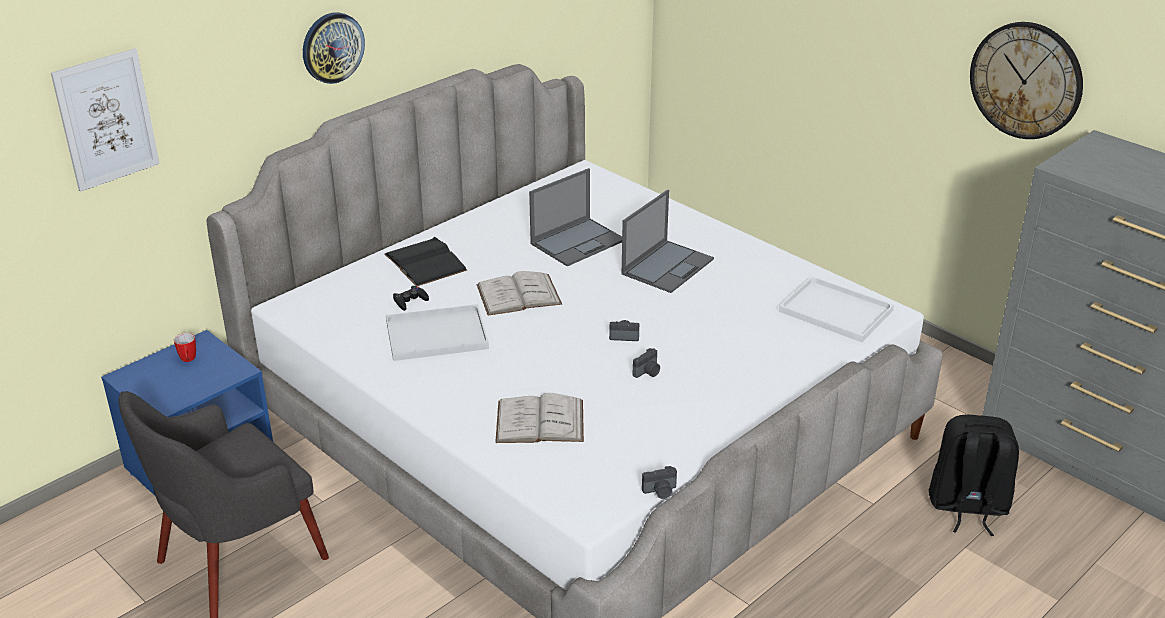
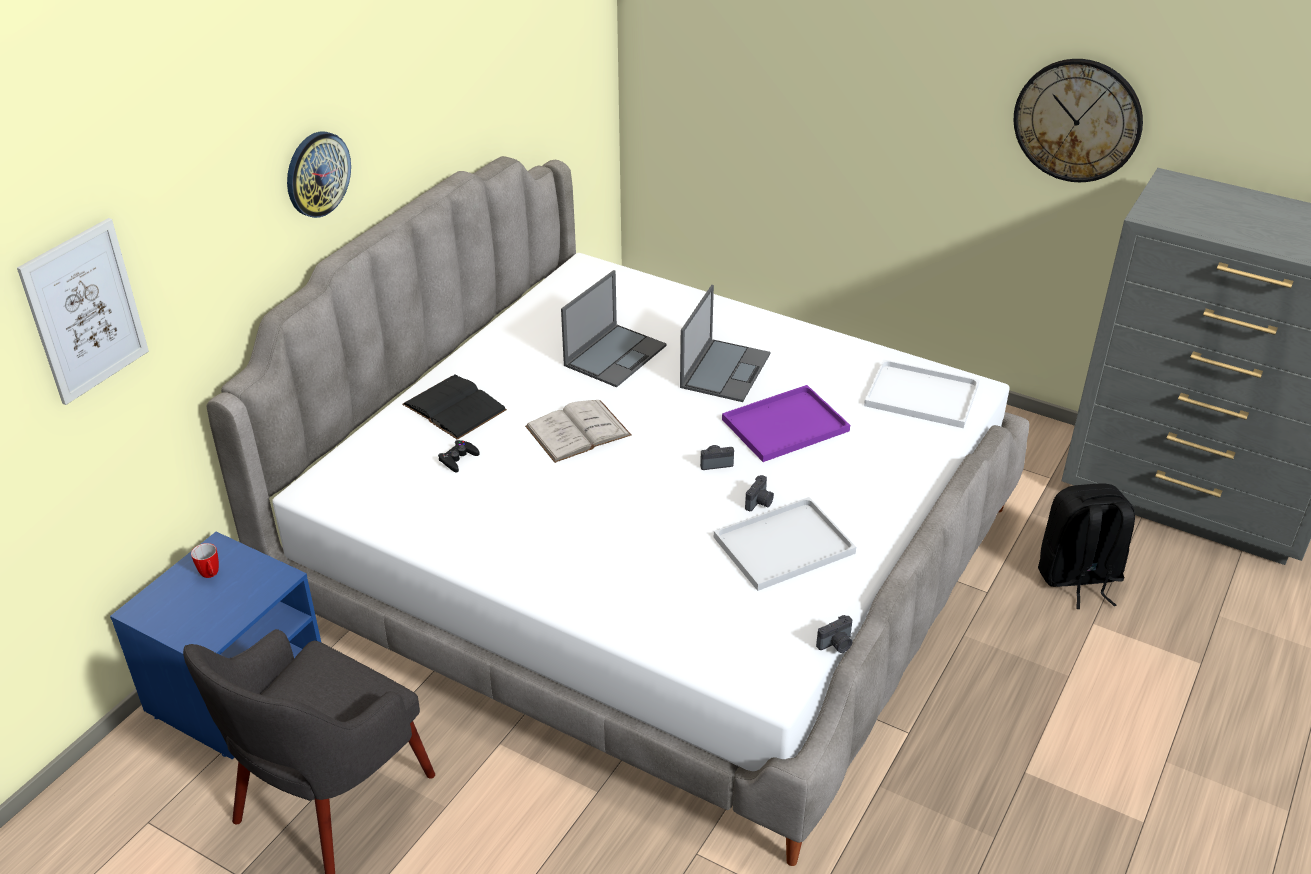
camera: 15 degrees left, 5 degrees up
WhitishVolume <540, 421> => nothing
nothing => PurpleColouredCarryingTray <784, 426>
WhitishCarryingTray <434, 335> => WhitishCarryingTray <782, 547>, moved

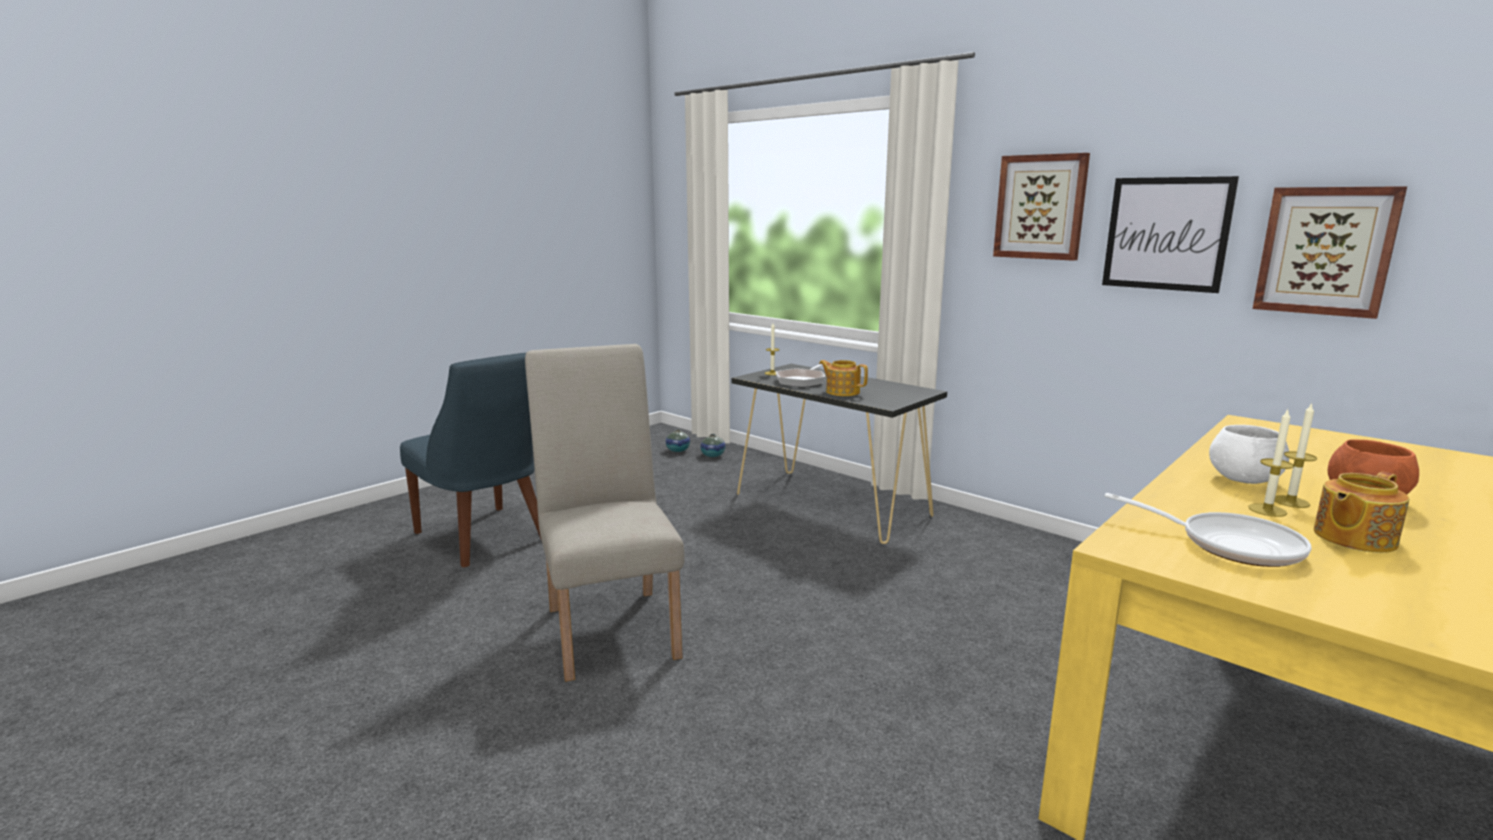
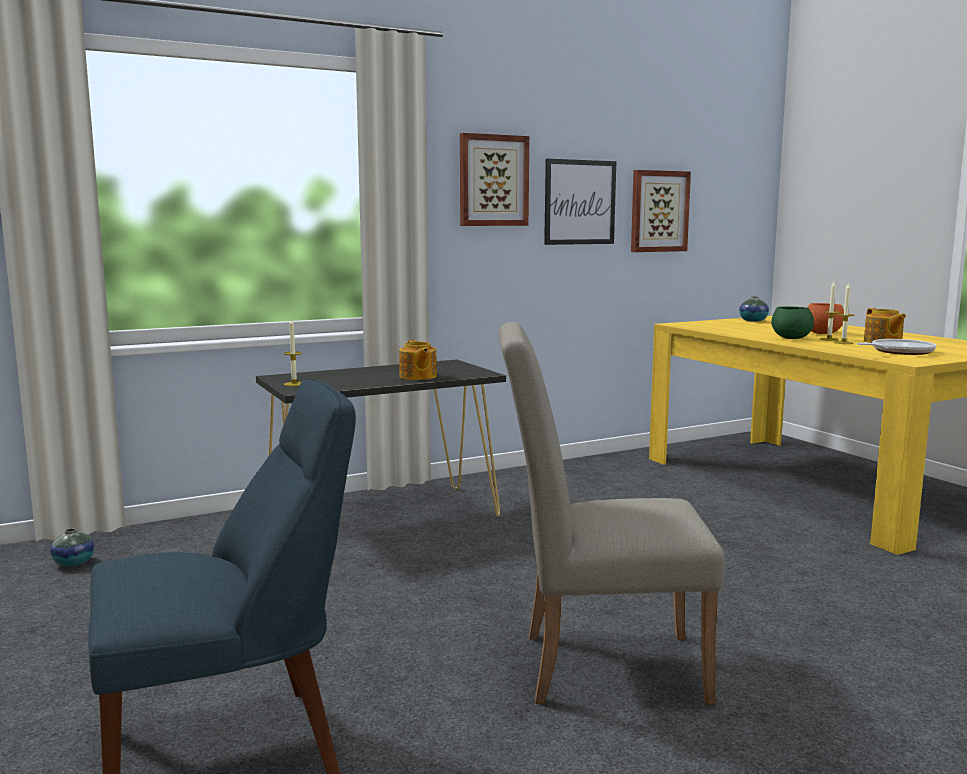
camera: 70 degrees left, 5 degrees down
Skillet <802, 381> => nothing
FlowerVase <713, 455> => FlowerVase <753, 321>, moved
WhitishBowl <1244, 480> => GreenishBowl <791, 338>
TeaPot <842, 392> => TeaPot <417, 377>, 75 degrees counterclockwise

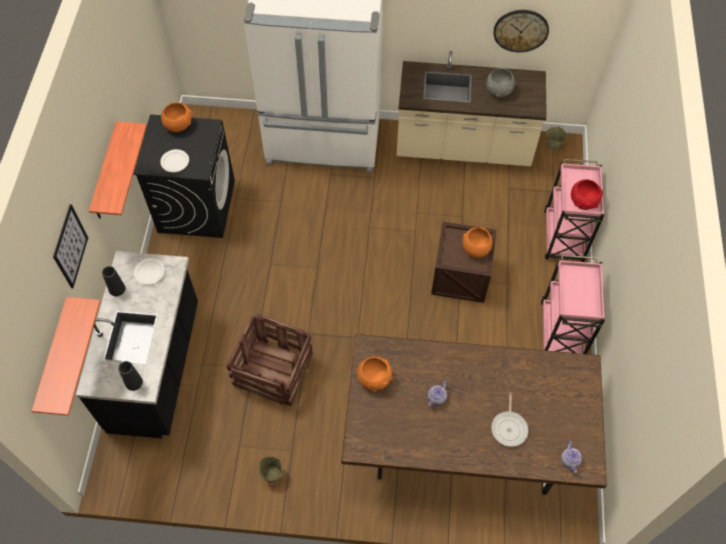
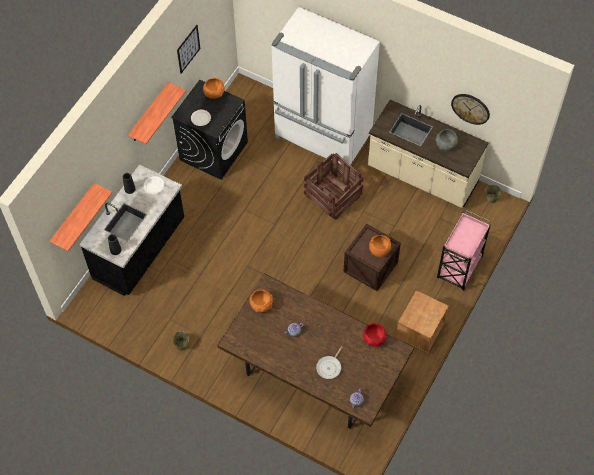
camera: 25 degrees right, 0 degrees up
WallArt <70, 246> => WallArt <188, 49>, moved
PackingCrate <272, 371> => PackingCrate <332, 195>, moved
ReddishBowl <584, 202> => ReddishBowl <374, 339>, moved
PinkishWheeledCart <561, 332> => BrownNightstand <420, 332>

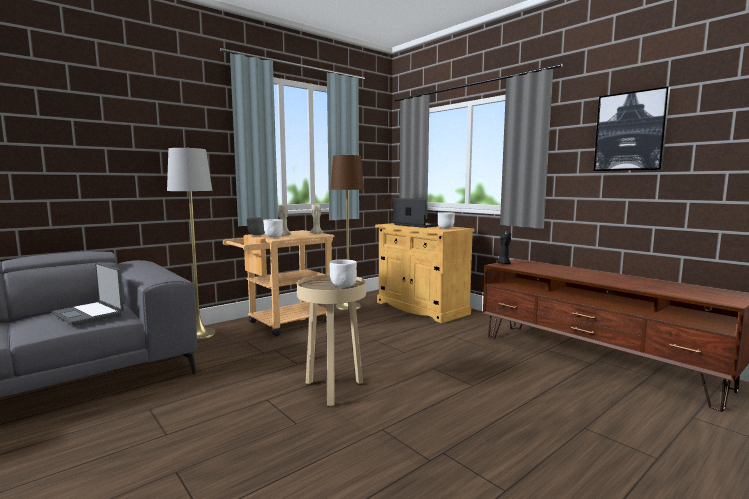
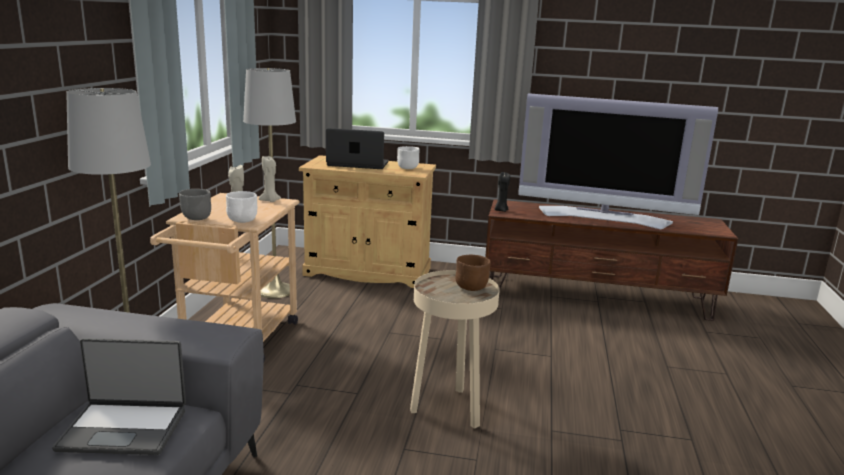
camera: 40 degrees left, 10 degrees up
WallArt <630, 131> => nothing
nothing => TvSet <604, 217>
WhitishBowl <343, 286> => BrownBowl <471, 288>
BrownStandardLamp <348, 306> => GrayStandardLamp <275, 290>

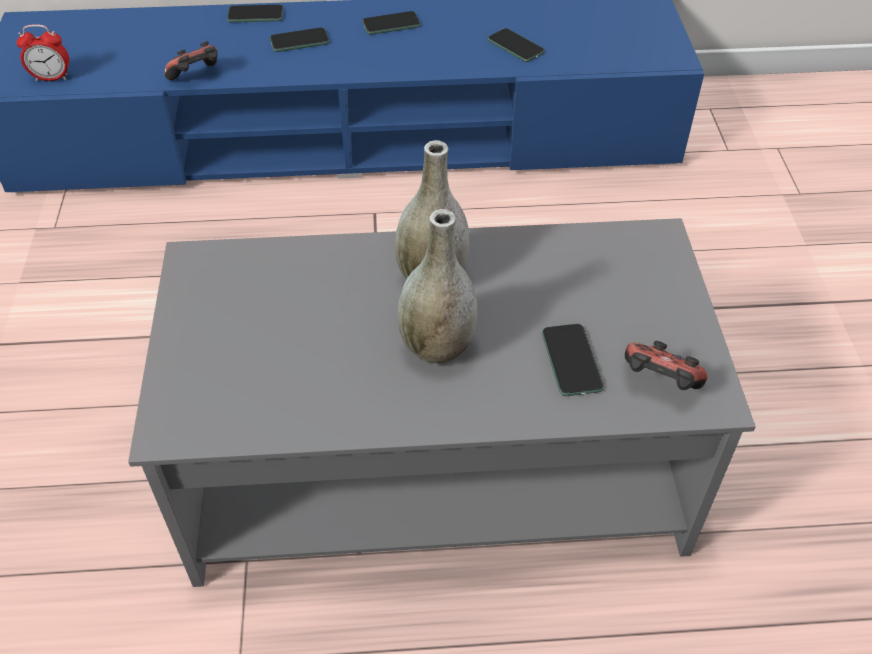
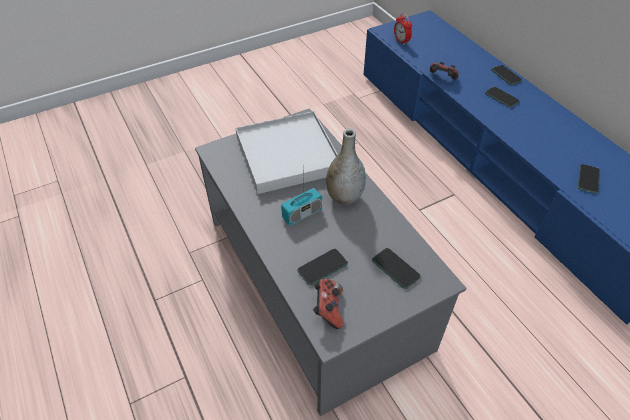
camera: 65 degrees right, 0 degrees up
nothing => WhitishCarryingTray <288, 155>
Phone <391, 24> => Phone <395, 269>, moved
GrayFlowerVase <437, 346> => Radio <302, 214>

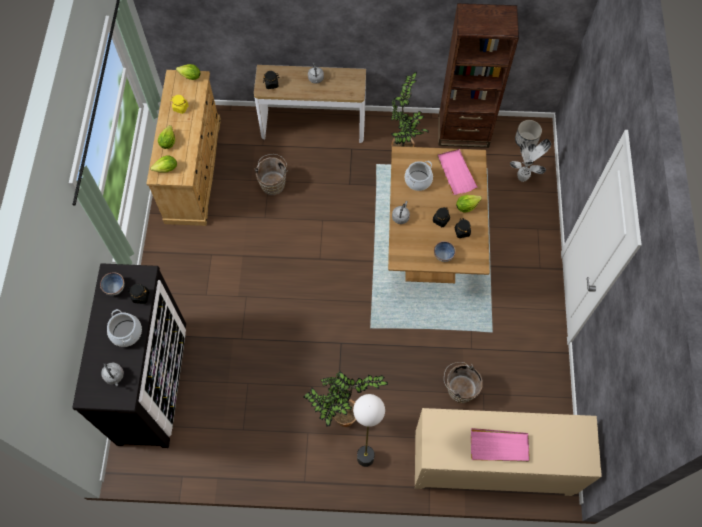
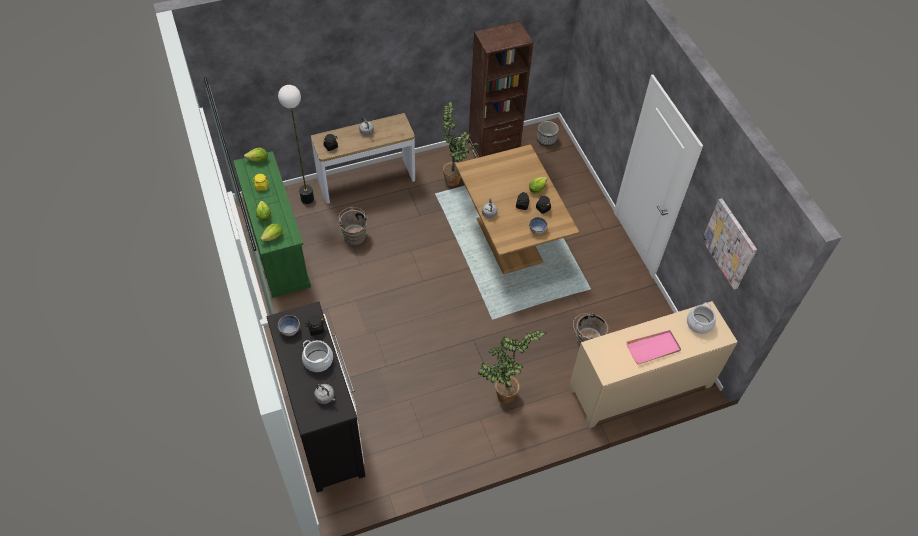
camera: 25 degrees left, 10 degrees down
PinkishCarryingTray <456, 172> => nothing
PottedPlant <523, 177> => nothing
nothing => WallArt <729, 243>
StandardLamp <365, 458> => StandardLamp <307, 198>, moved
Stockpot <418, 180> => Stockpot <699, 324>, moved
BeigeColouredDrawerChest <193, 169> => GreenishDrawerChest <277, 246>

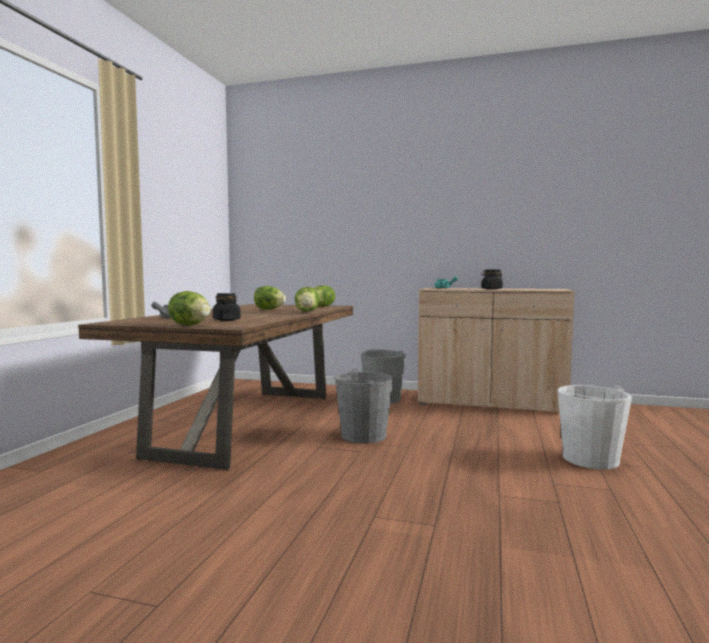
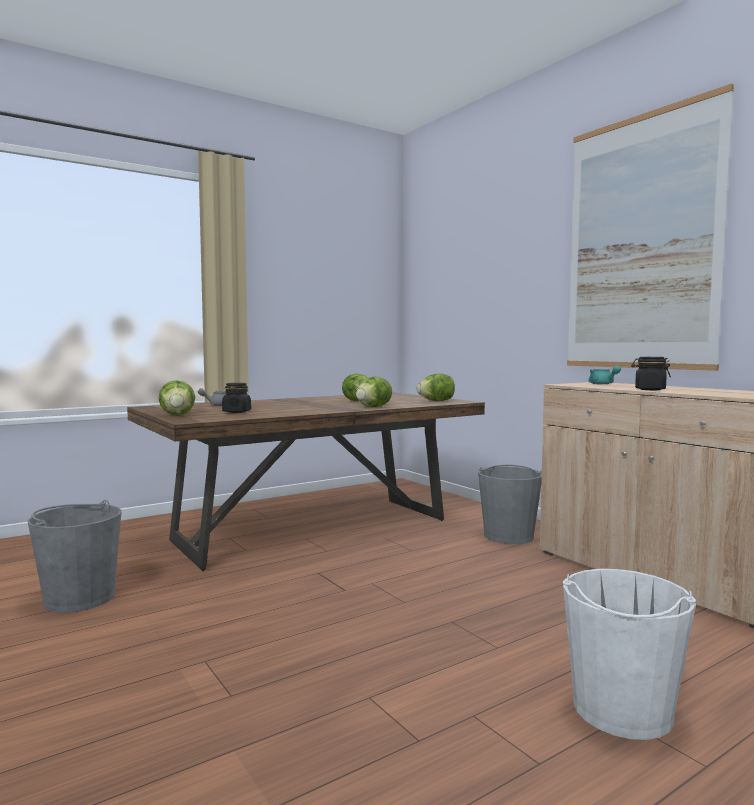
camera: 40 degrees right, 0 degrees up
nothing => WallArt <640, 243>
GrayPail <363, 435> => GrayPail <79, 598>, moved

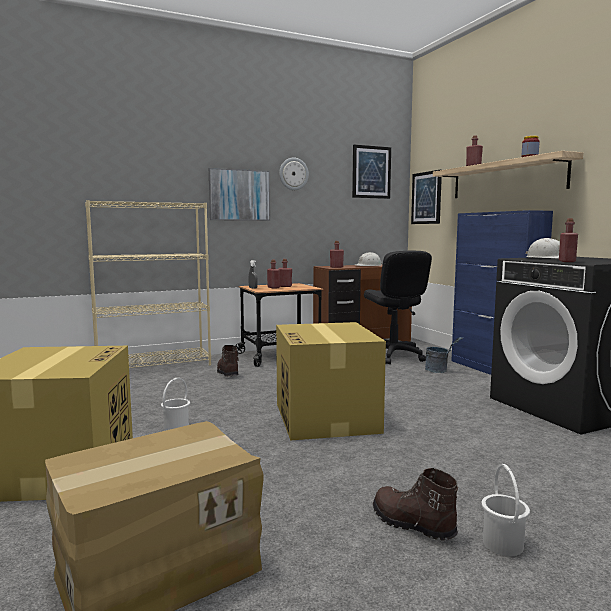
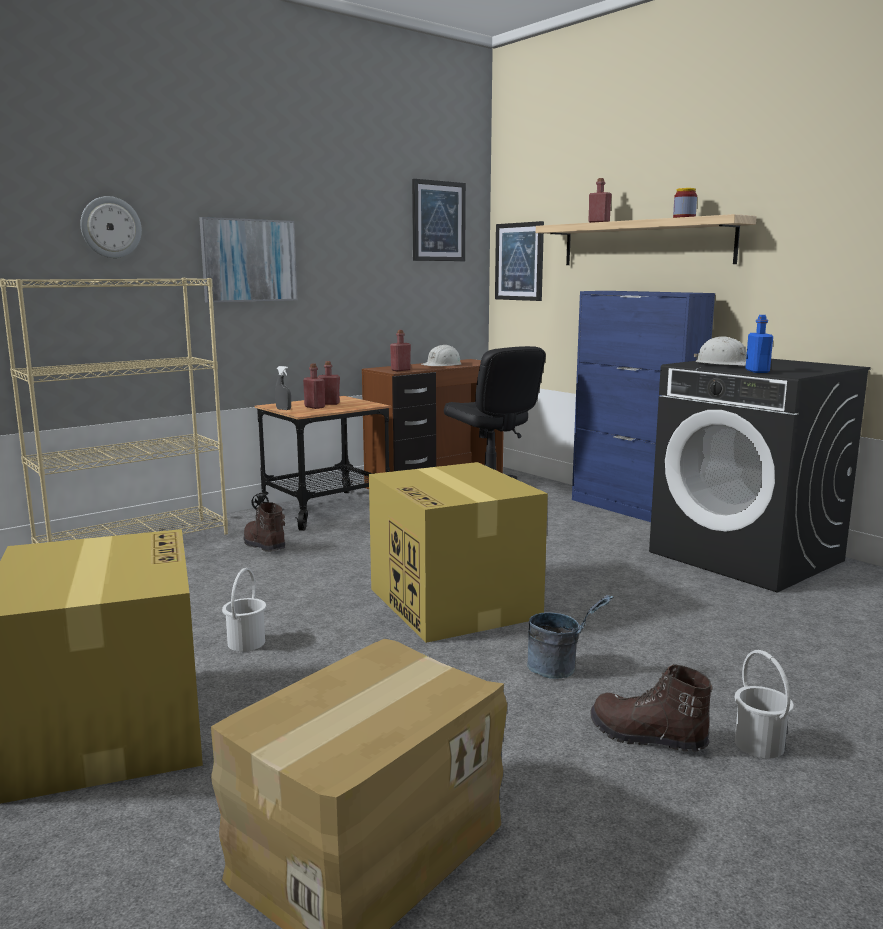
camera: 15 degrees left, 5 degrees up
WallClock <293, 174> => WallClock <110, 227>, moved
GrayPail <440, 370> => GrayPail <561, 669>, moved
ReddishDrinkBottle <567, 261> => BluishDrinkBottle <757, 371>

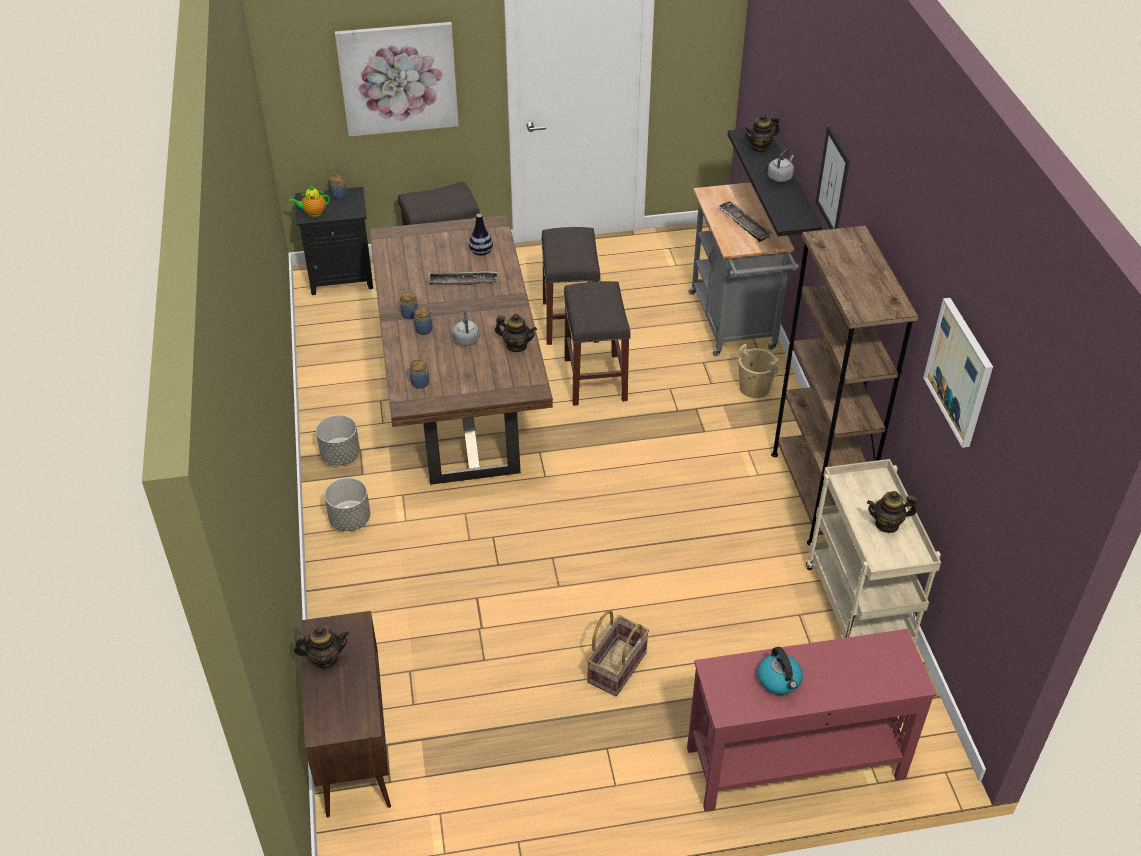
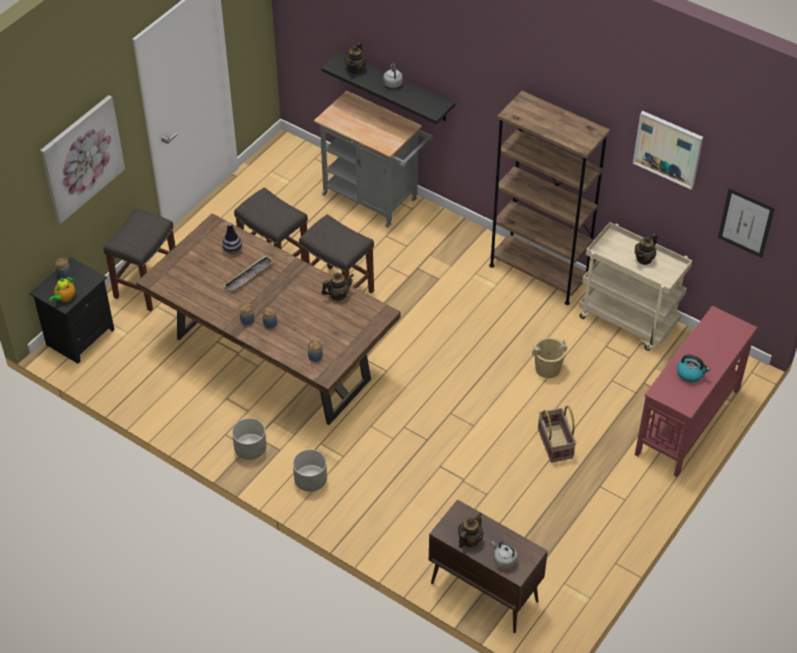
camera: 45 degrees left, 5 degrees up
CarryingTray <744, 224> => nothing
GrayWaterKettle <466, 339> => GrayWaterKettle <503, 560>, moved
BeigeColouredPail <754, 388> => BeigeColouredPail <548, 368>, moved
WallArt <832, 182> => WallArt <746, 222>, moved

